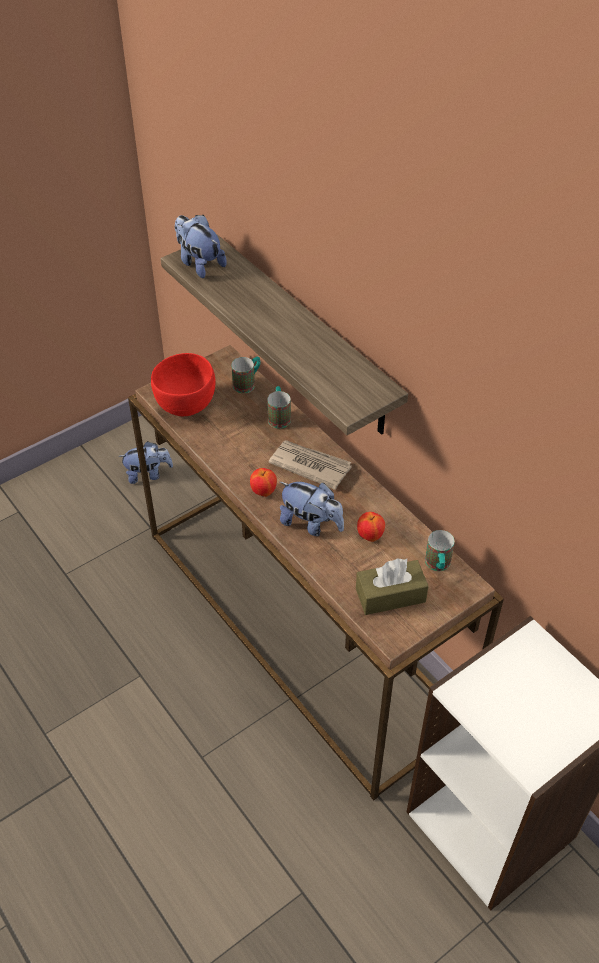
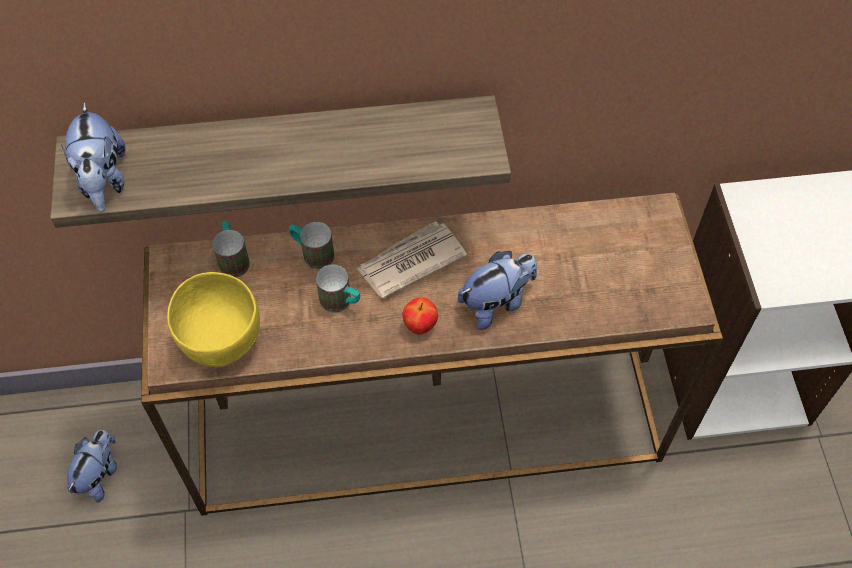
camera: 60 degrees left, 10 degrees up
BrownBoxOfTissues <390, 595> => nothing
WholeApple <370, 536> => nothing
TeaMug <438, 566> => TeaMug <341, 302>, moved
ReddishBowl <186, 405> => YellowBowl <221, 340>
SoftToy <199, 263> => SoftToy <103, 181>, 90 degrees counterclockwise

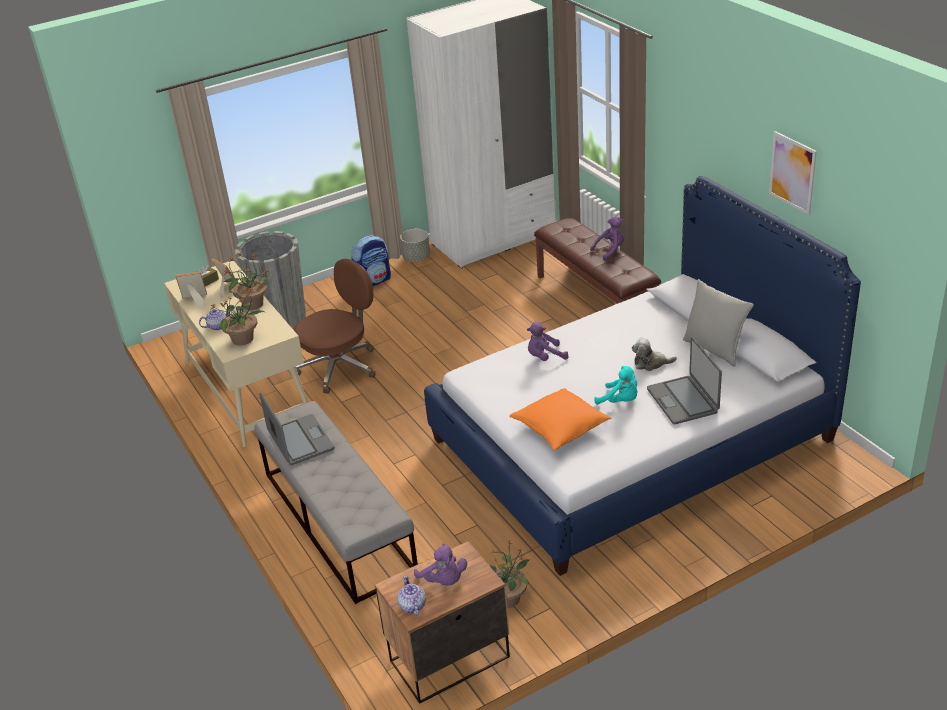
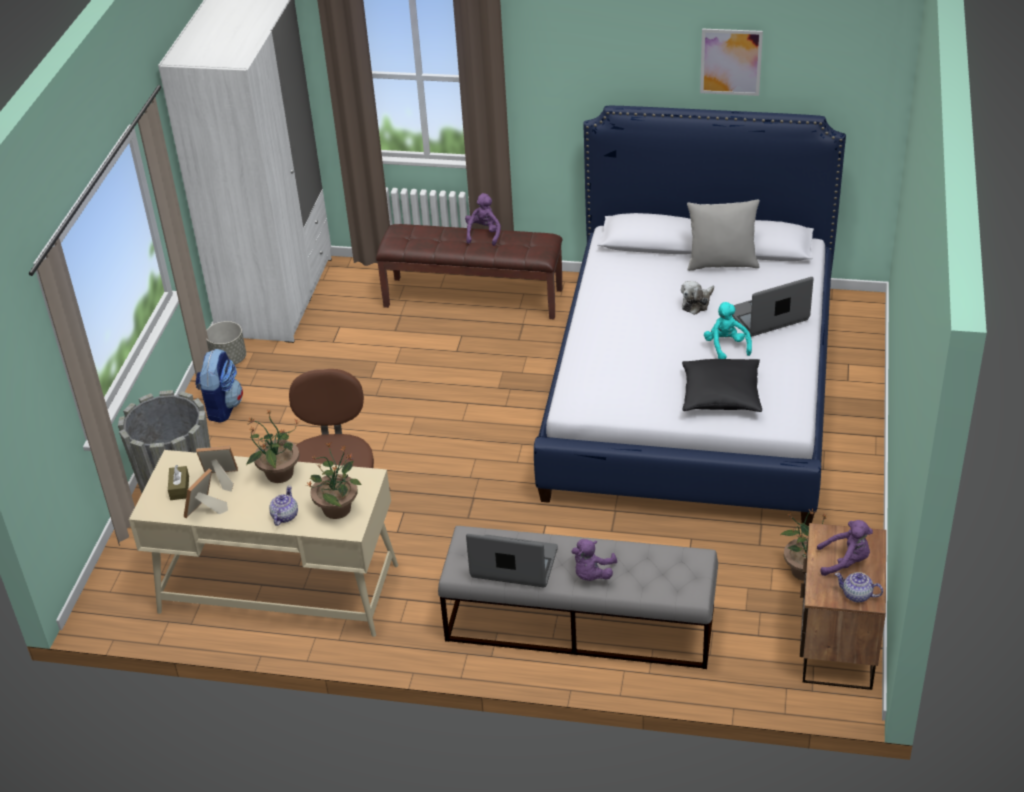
camera: 50 degrees left, 5 degrees up
PurpleColouredSoftToy <545, 357> => PurpleColouredSoftToy <592, 574>, moved
OrangeyCushion <560, 428> => BlackColouredCushion <721, 396>
TurquoiseColouredSoftToy <620, 401> => TurquoiseColouredSoftToy <726, 346>, 90 degrees counterclockwise
Laptop <683, 400> => Laptop <768, 316>, 135 degrees clockwise

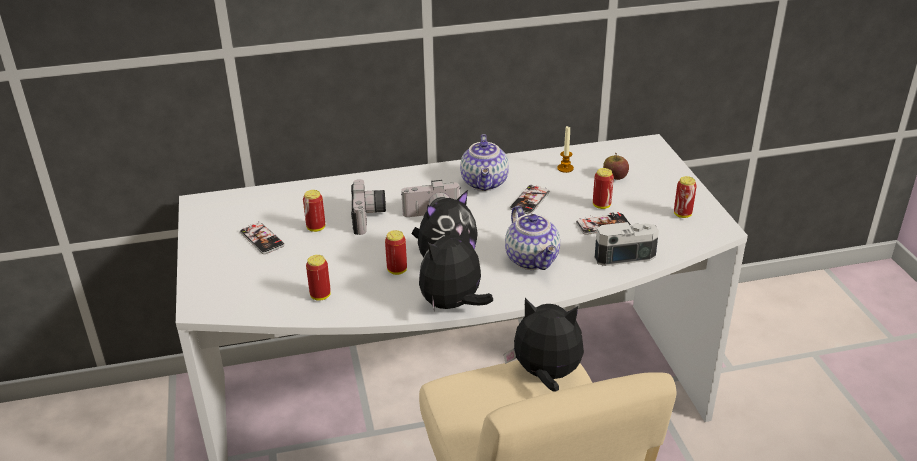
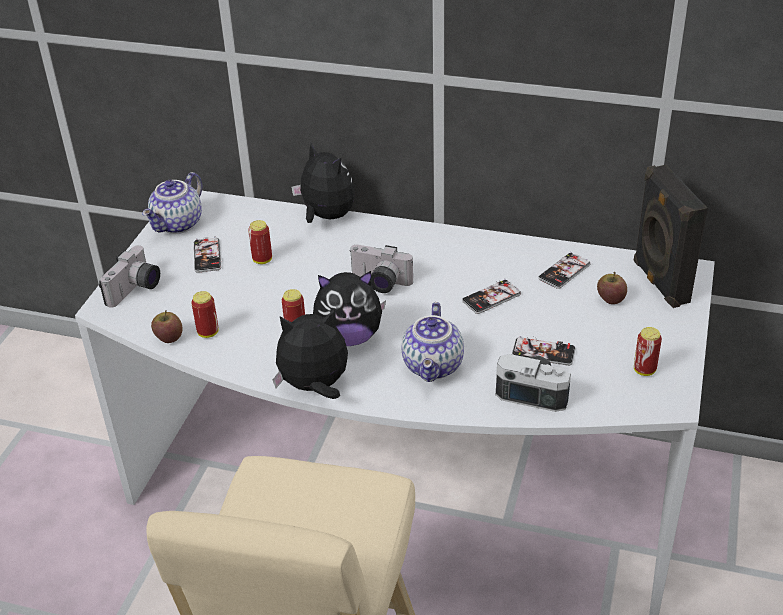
camera: 30 degrees right, 5 degrees up
SealedCan <601, 205> => nothing
nothing => WholeApple <169, 337>
nothing => BlackColouredSpeaker <659, 282>
StillCamera <369, 217> => StillCamera <136, 290>, moved
TeaPot <485, 183> => TeaPot <178, 225>, moved
SoftToy <546, 375> => SoftToy <326, 217>, moved
WaxLight <565, 168> => Phone <564, 271>

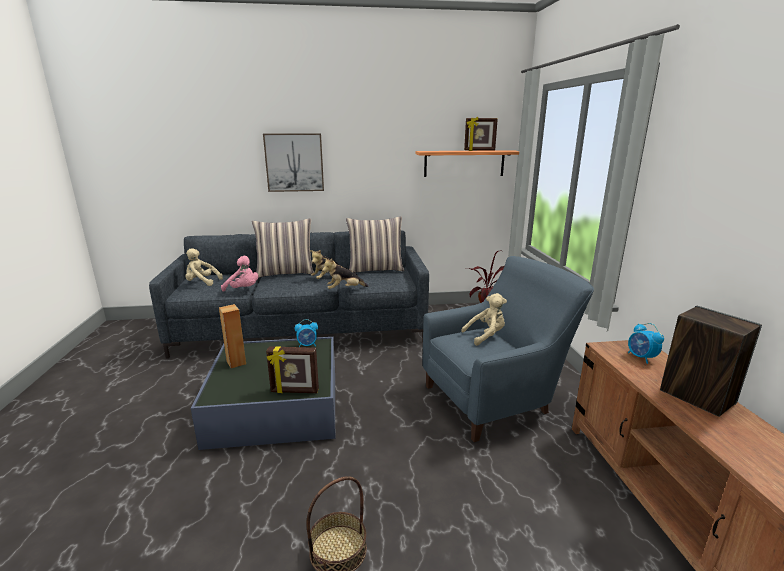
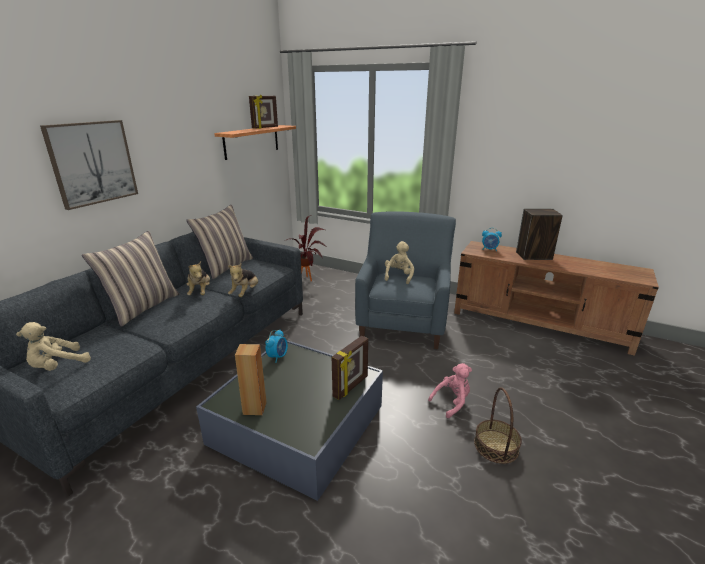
camera: 55 degrees left, 5 degrees up
PinkishSoftToy <243, 289> => PinkishSoftToy <452, 402>, moved

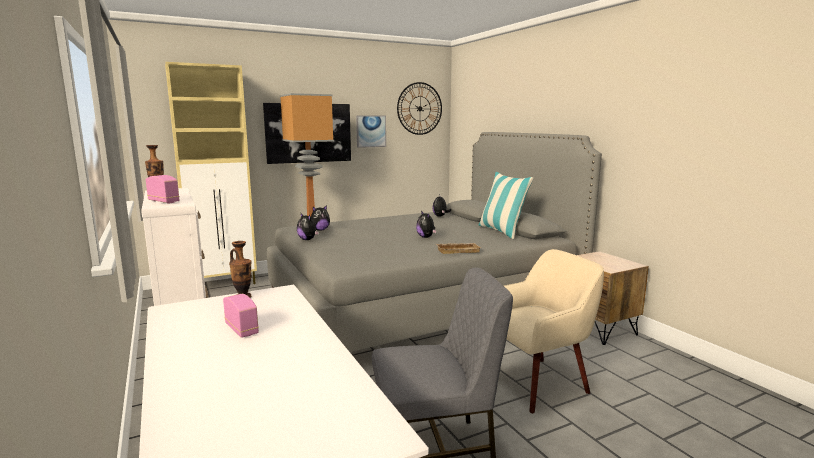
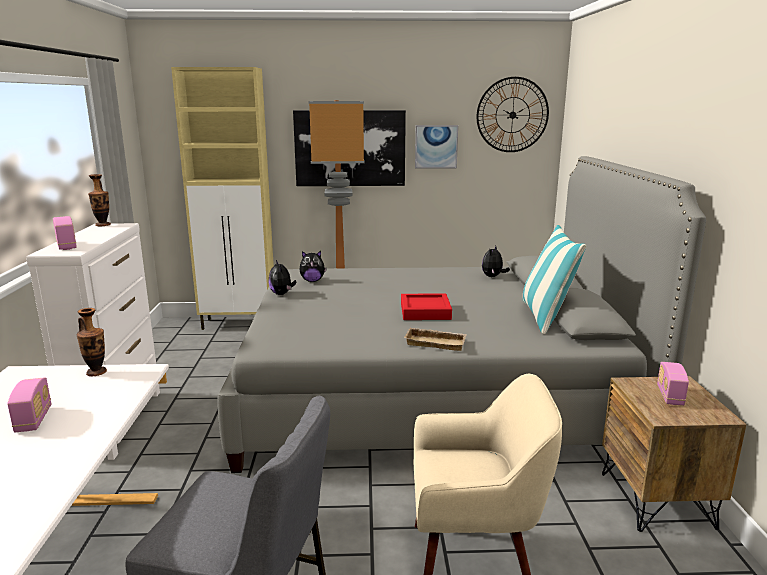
camera: 25 degrees right, 5 degrees up
nothing => Radio <669, 396>
SoftToy <426, 237> => ReddishCarryingTray <425, 311>

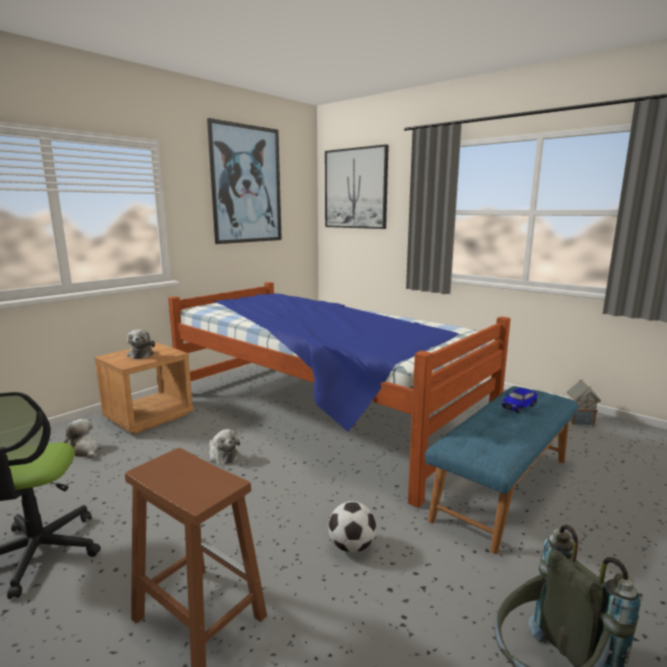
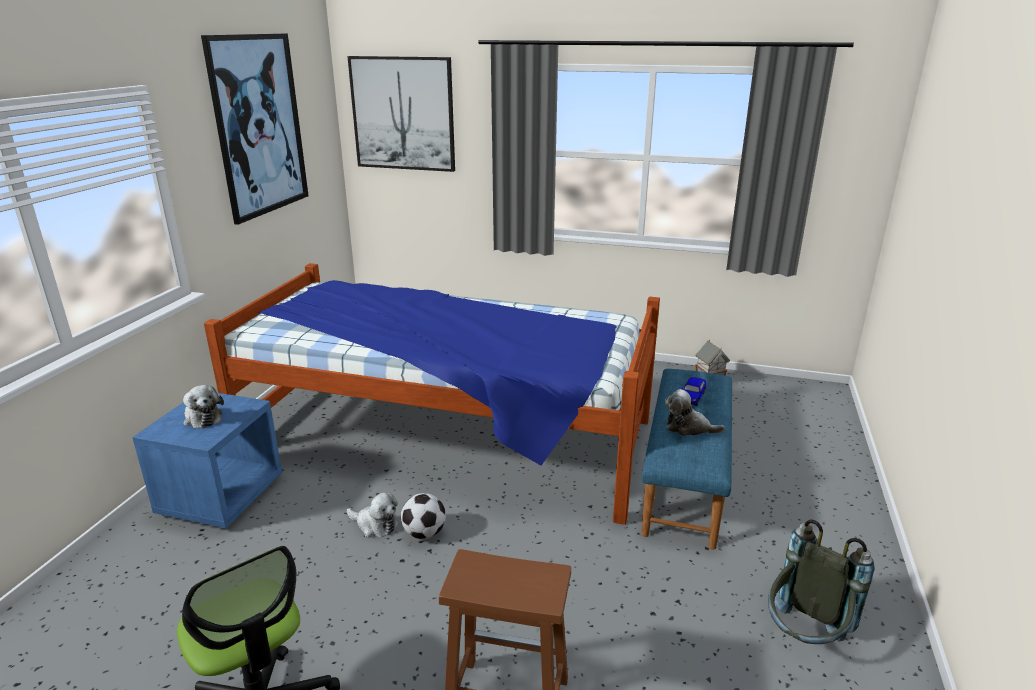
camera: 25 degrees left, 10 degrees up
SoftToy <85, 451> => SoftToy <688, 427>, moved
FootballBall <352, 546> => FootballBall <424, 533>, moved
BrownNightstand <149, 416> => BluishNightstand <221, 496>

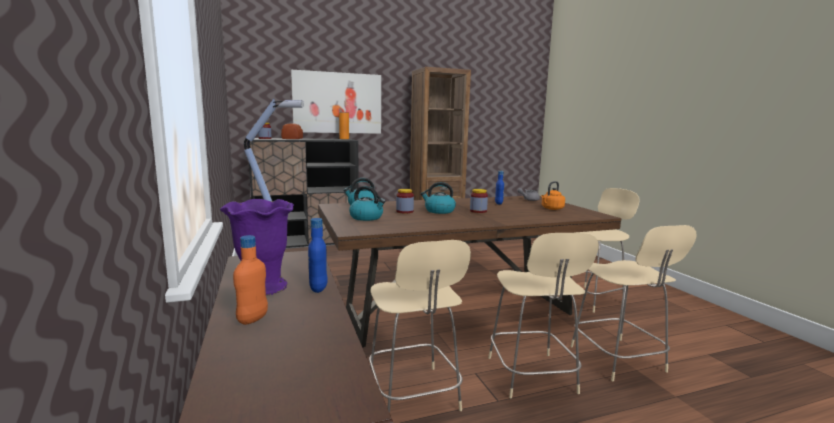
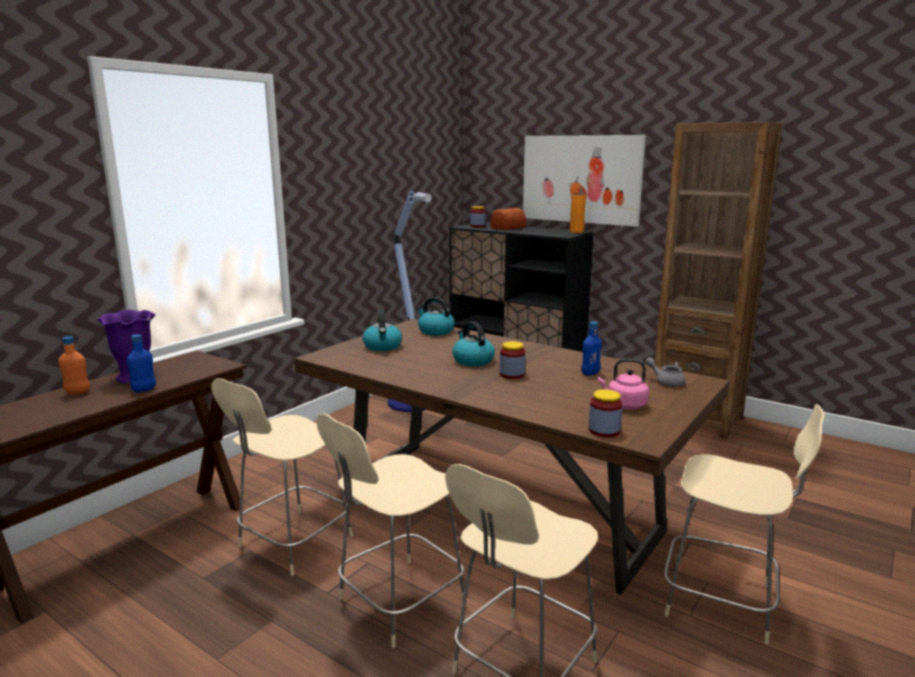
camera: 55 degrees right, 5 degrees up
PreserveJar <404, 211> => PreserveJar <604, 431>, moved
OrangeyWaterKettle <551, 209> => PinkishWaterKettle <624, 405>

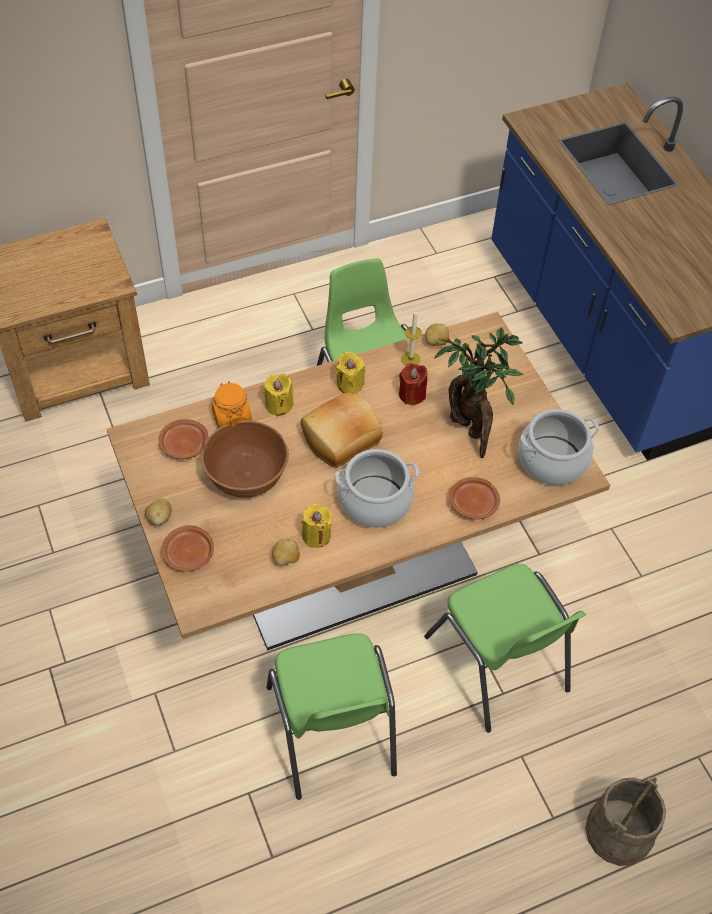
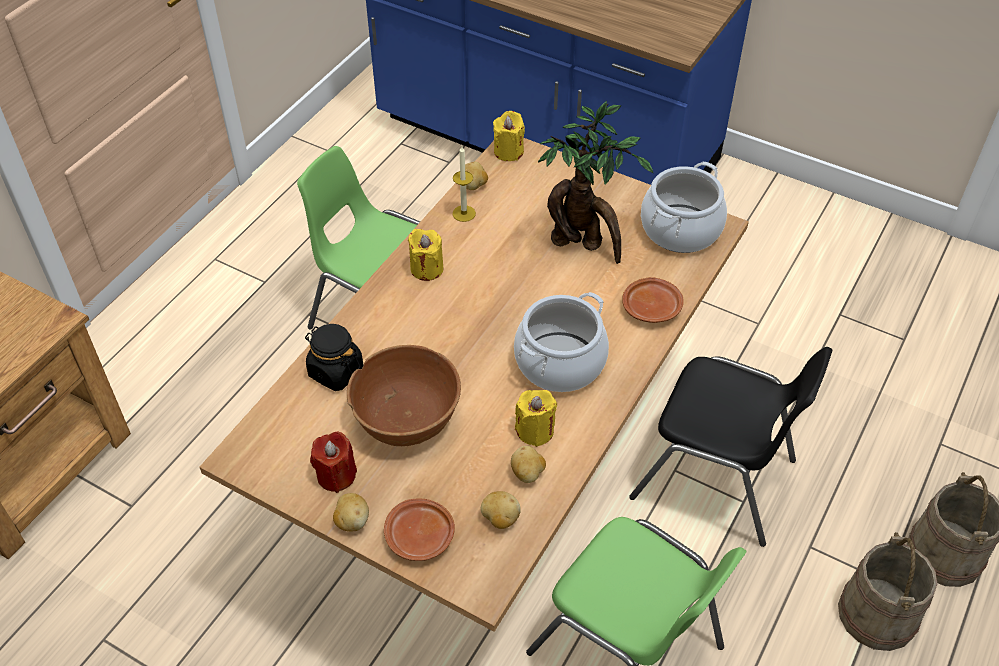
camera: 35 degrees left, 5 degrees down
BrownFlatDish <183, 445> => nothing
BakedBread <342, 439> => nothing
nothing => Spud <500, 518>
nothing => BeigeColouredPail <878, 614>
YellowWaxLight <279, 405> => YellowWaxLight <508, 151>, moved
ReddishWaxLight <412, 394> => ReddishWaxLight <336, 475>, moved
OrangeyPreserveJar <232, 419> => BlackColouredPreserveJar <335, 372>
GreenishPlainChair <498, 665> => BlackColouredPlainChair <716, 479>

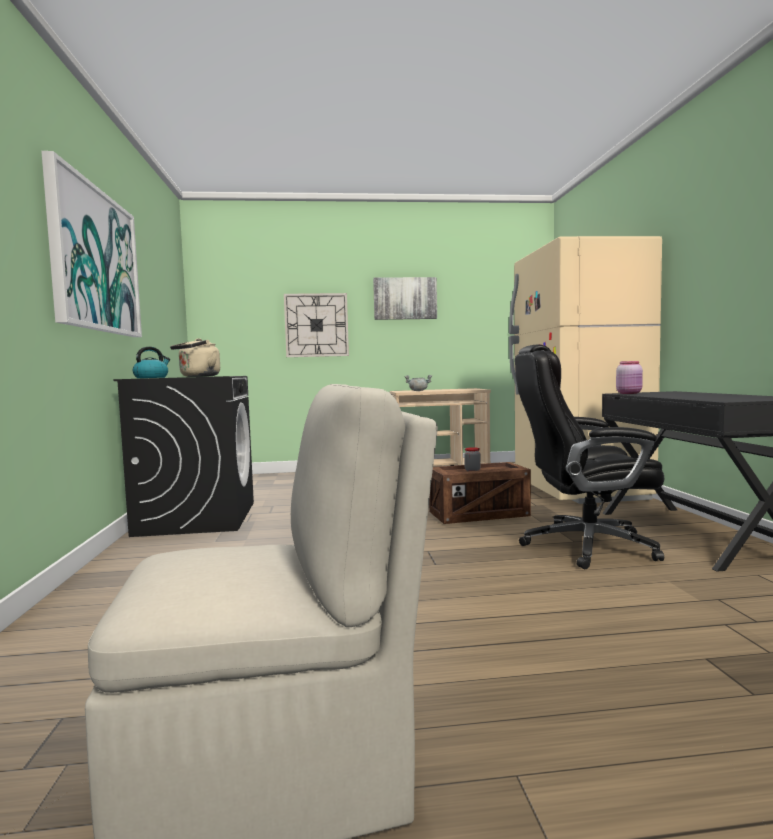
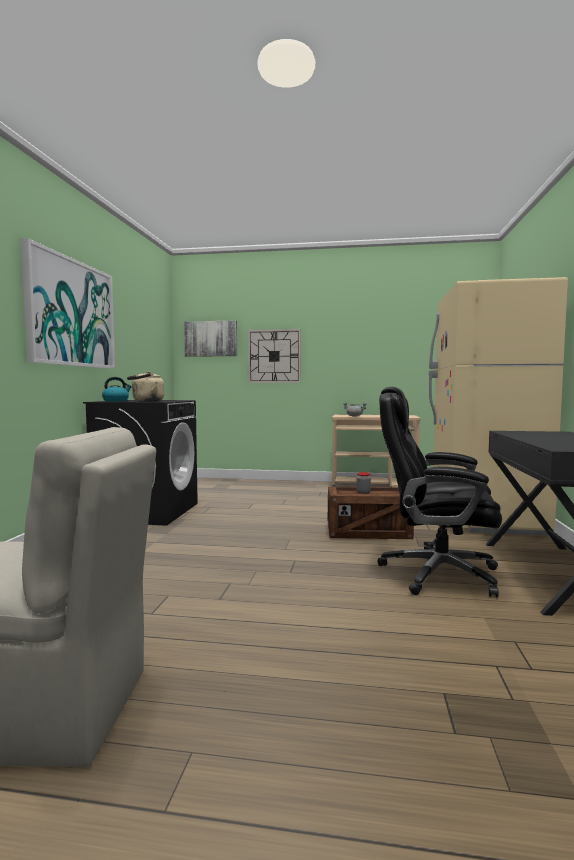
camera: 15 degrees right, 0 degrees up
PinkishPreserveJar <629, 393> => nothing
WallArt <405, 298> => WallArt <211, 339>, moved

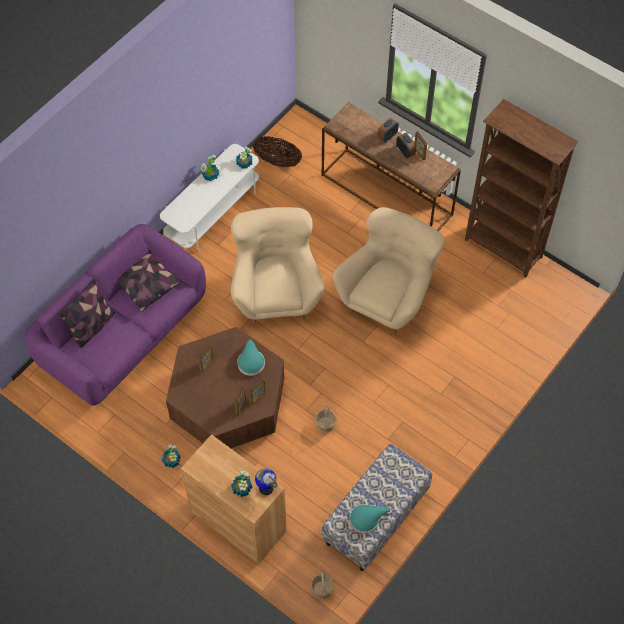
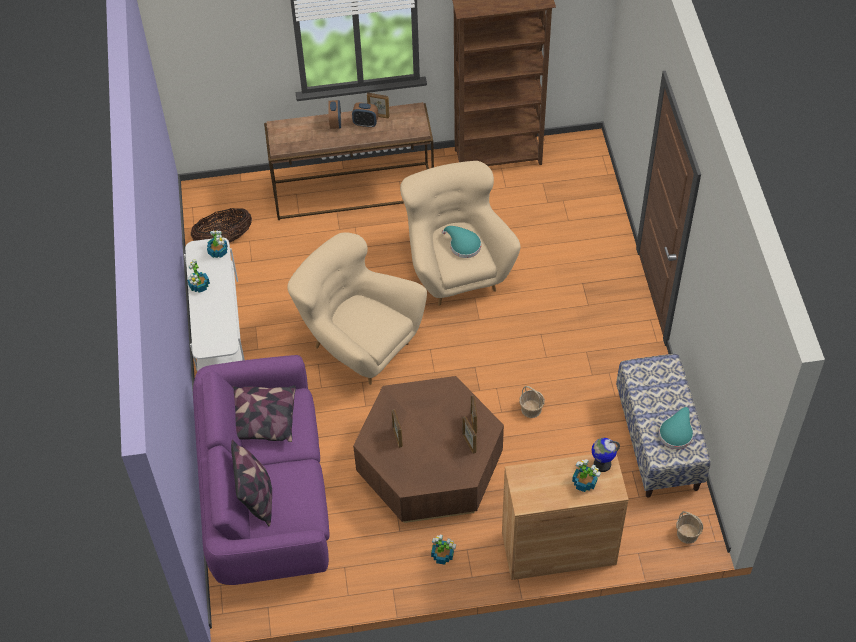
camera: 45 degrees left, 5 degrees down
TurquoiseColouredClothingHat <251, 361> => TurquoiseColouredClothingHat <463, 245>, moved

